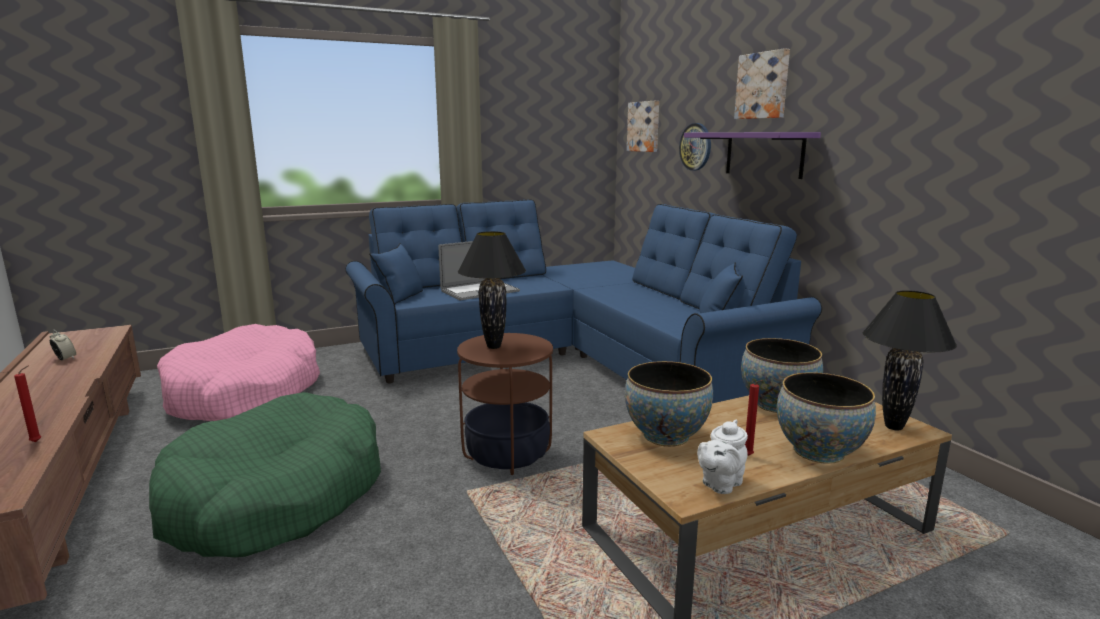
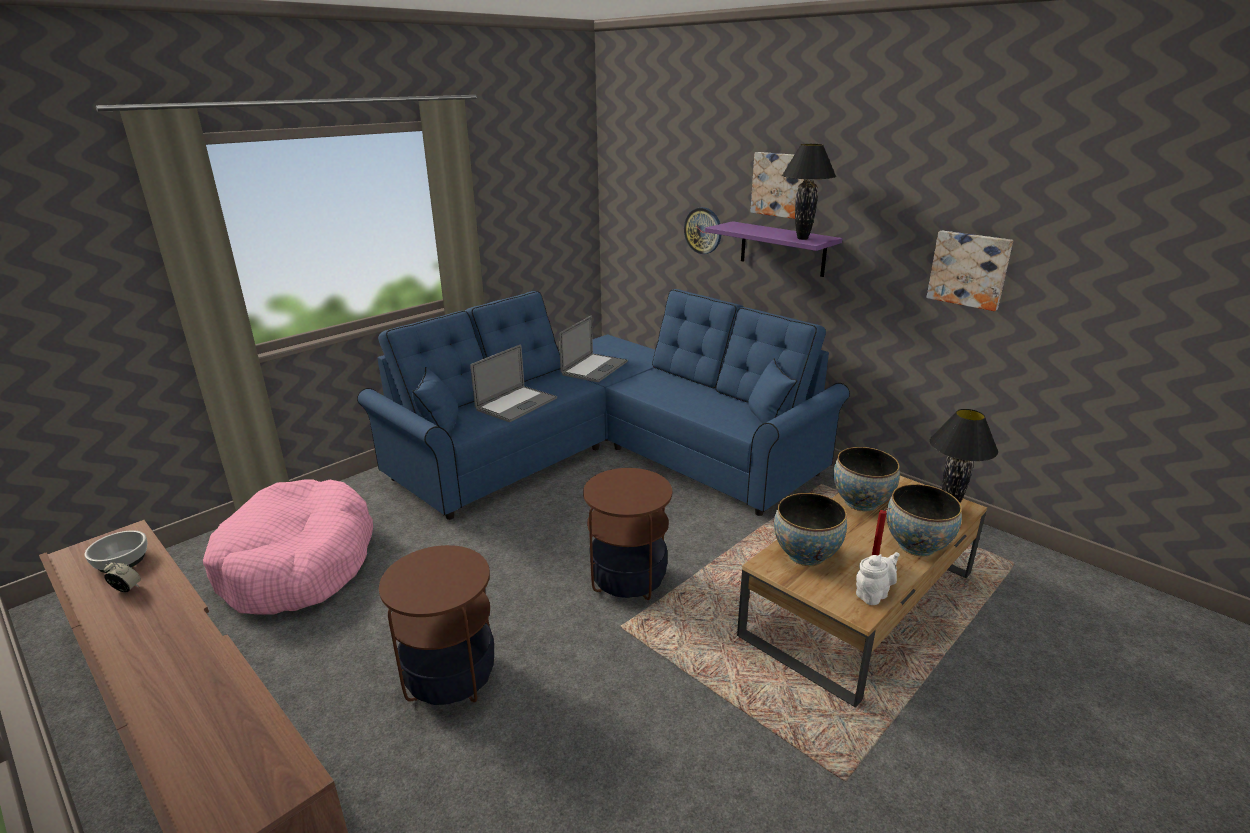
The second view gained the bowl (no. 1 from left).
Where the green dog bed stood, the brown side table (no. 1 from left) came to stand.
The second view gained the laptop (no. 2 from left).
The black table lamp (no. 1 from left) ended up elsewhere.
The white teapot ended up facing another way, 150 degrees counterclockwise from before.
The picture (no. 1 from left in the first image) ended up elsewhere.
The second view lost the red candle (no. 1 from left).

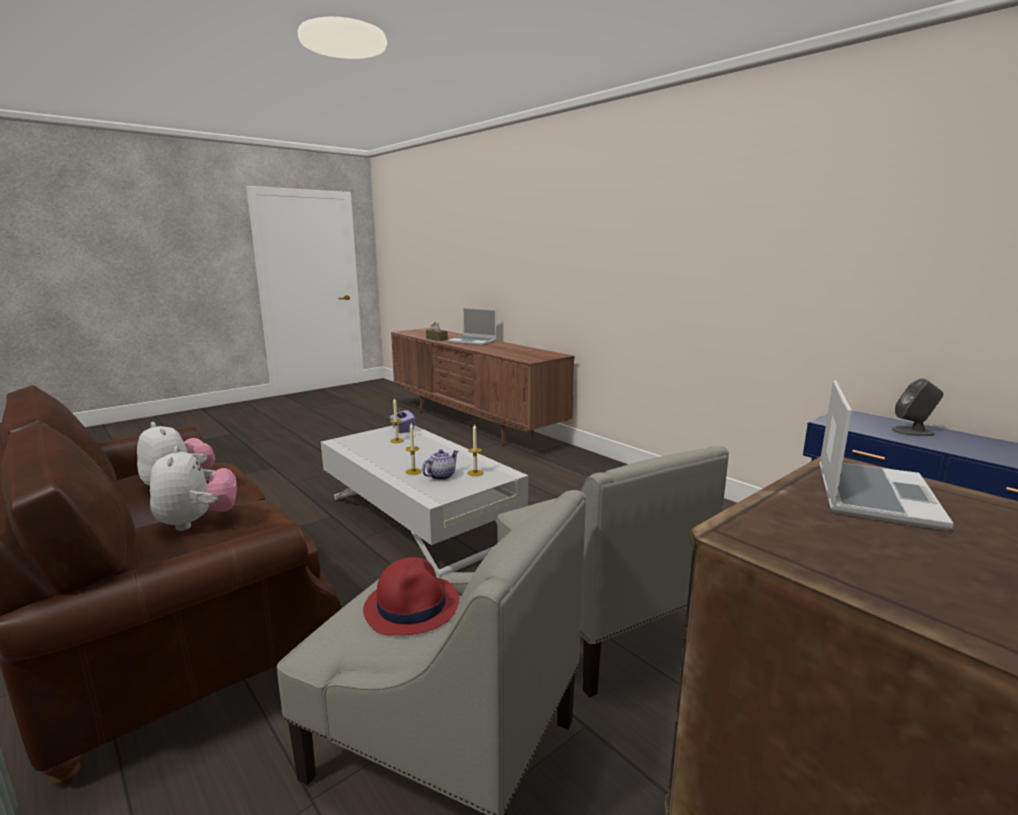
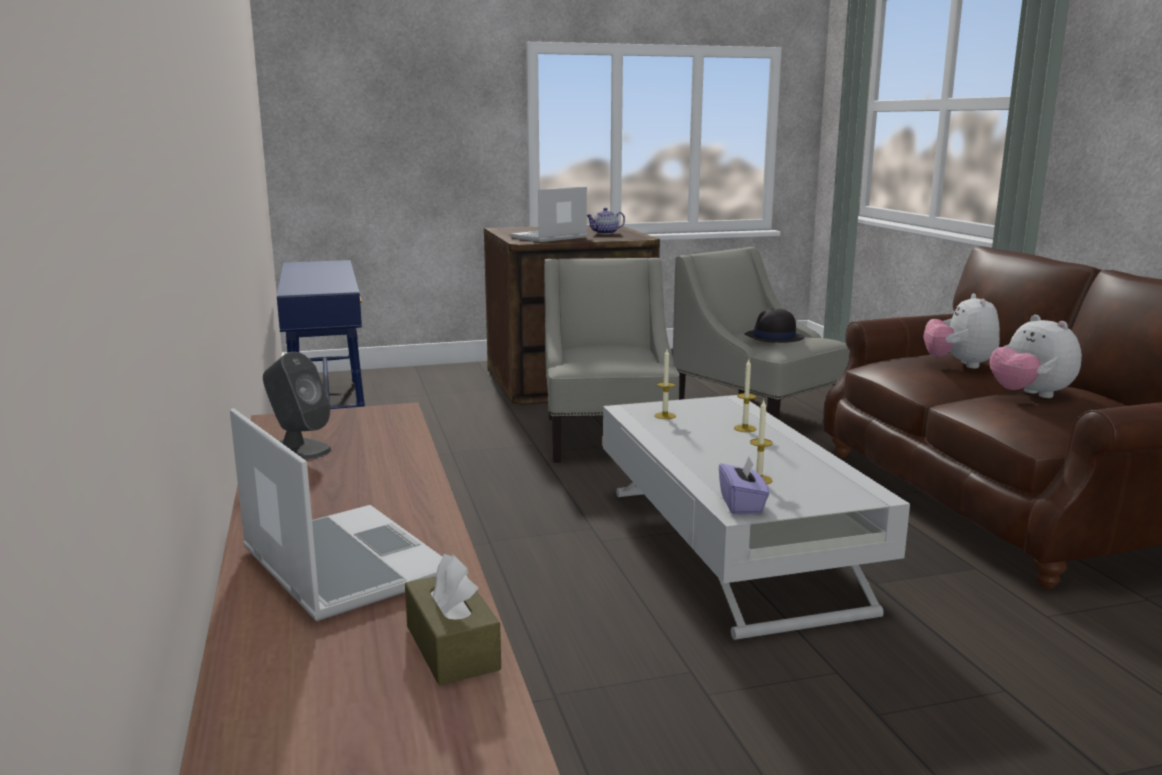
The grey speaker ended up elsewhere.
The teapot ended up elsewhere.
What was the red hat turned into the black hat.

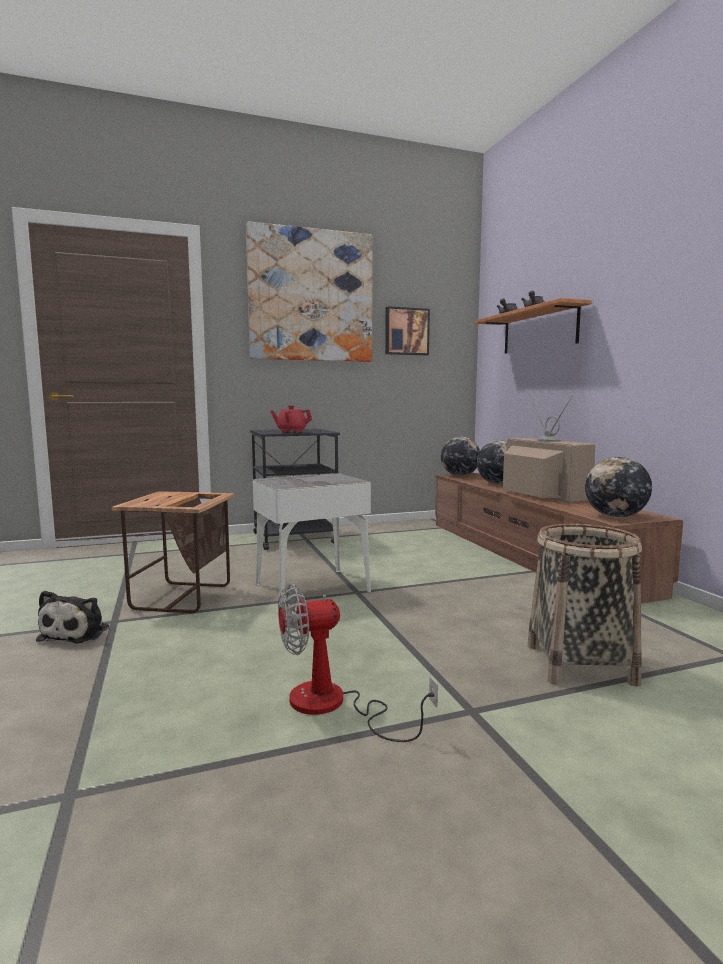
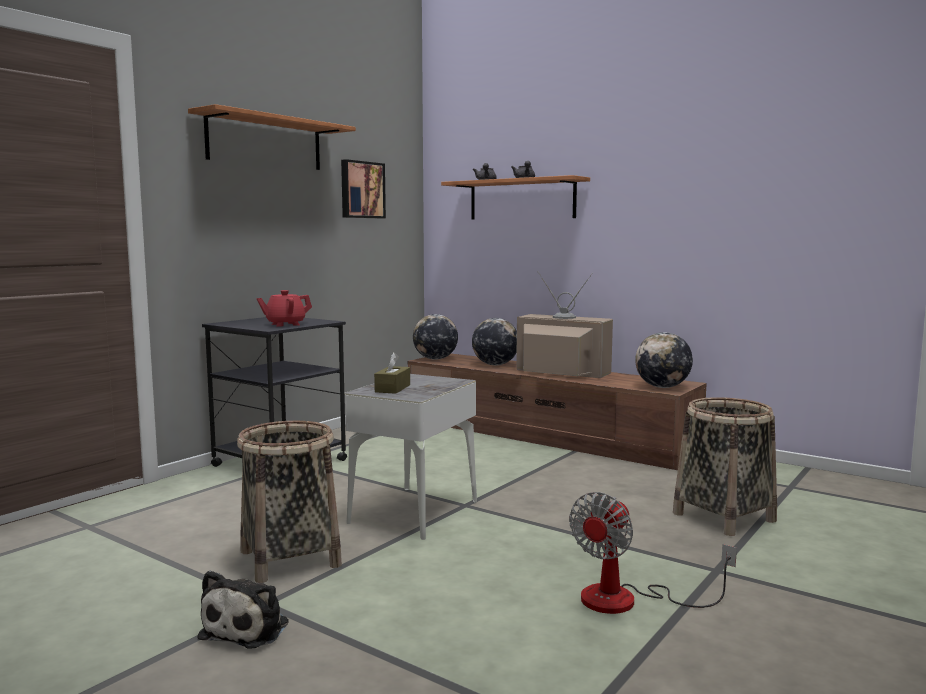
Where the picture (no. 1 from left) hung, the shelf (no. 1 from left) came to hang.
The plush toy ended up facing another way, 45 degrees clockwise from before.
Where the side table (no. 1 from left) stood, the basket (no. 1 from left) came to stand.
The second view gained the brown tissue box.

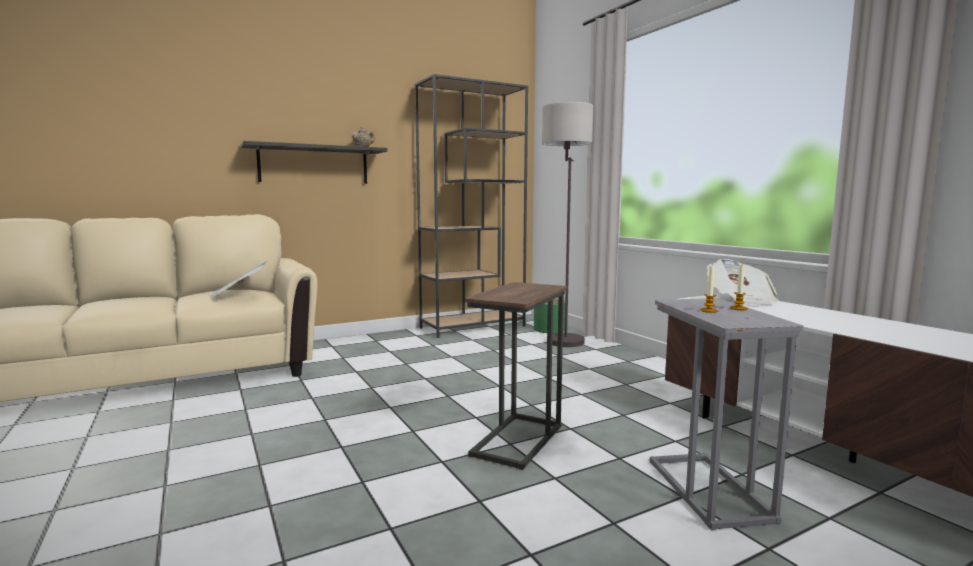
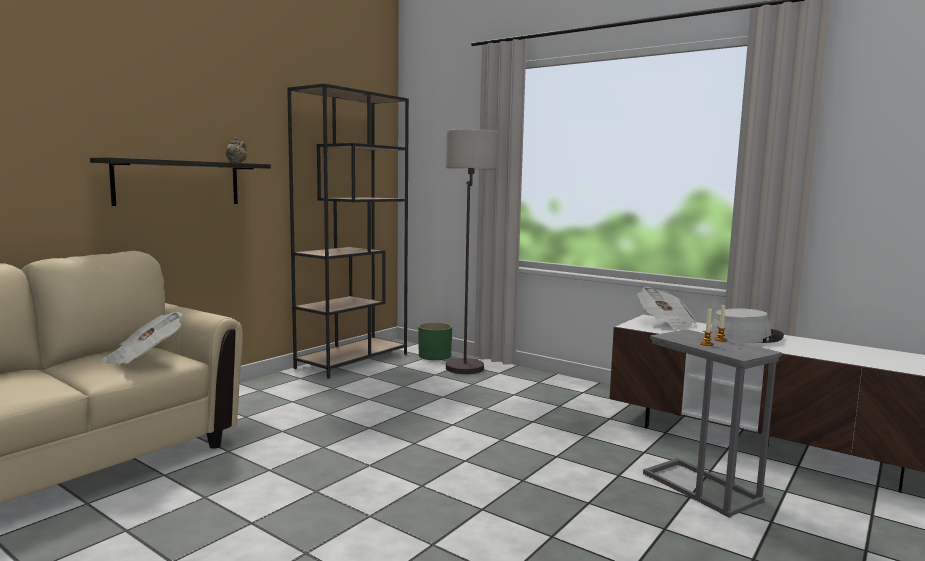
The second view gained the grey hat.
The second view lost the brown side table.

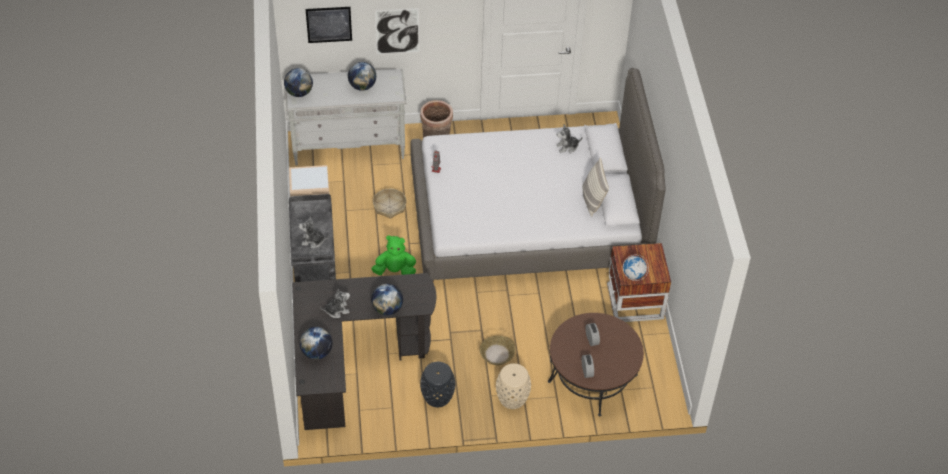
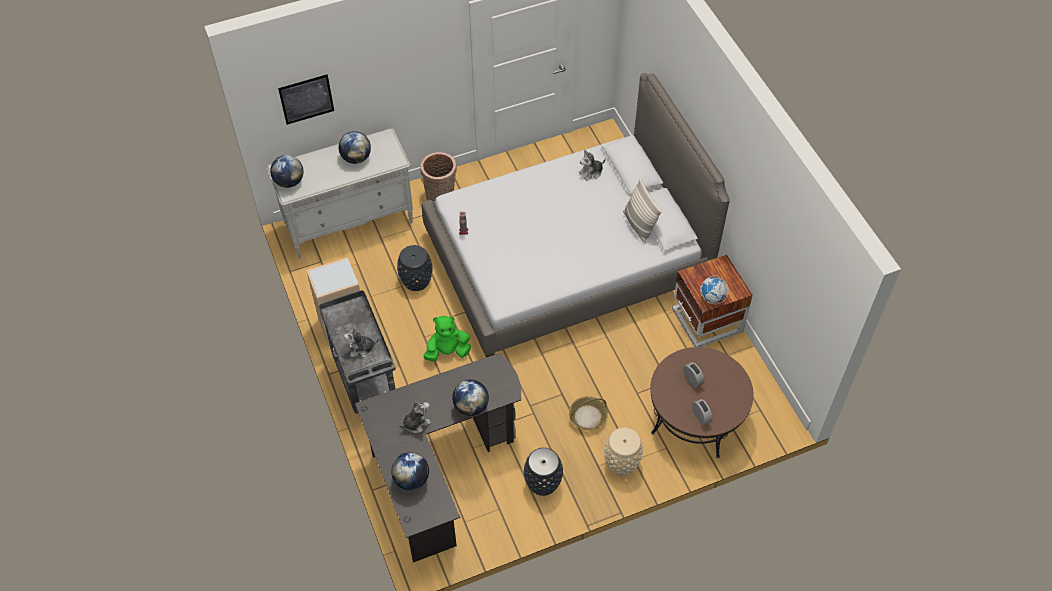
Where the basket (no. 1 from left) stood, the black stool (no. 1 from left) came to stand.
The second view lost the picture (no. 2 from left).

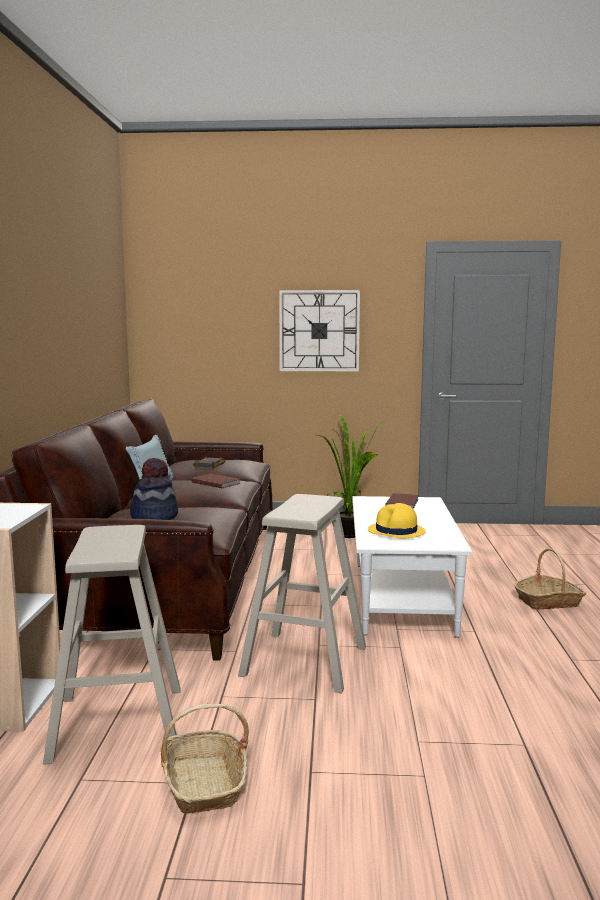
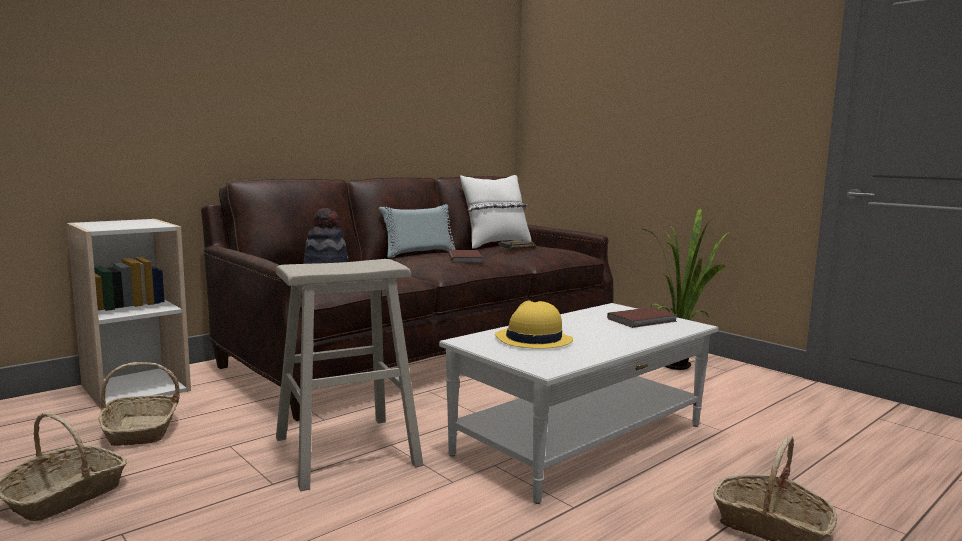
Where the beige stool (no. 1 from left) stood, the basket (no. 2 from left) came to stand.
The second view gained the white pillow.
The second view lost the wall clock.

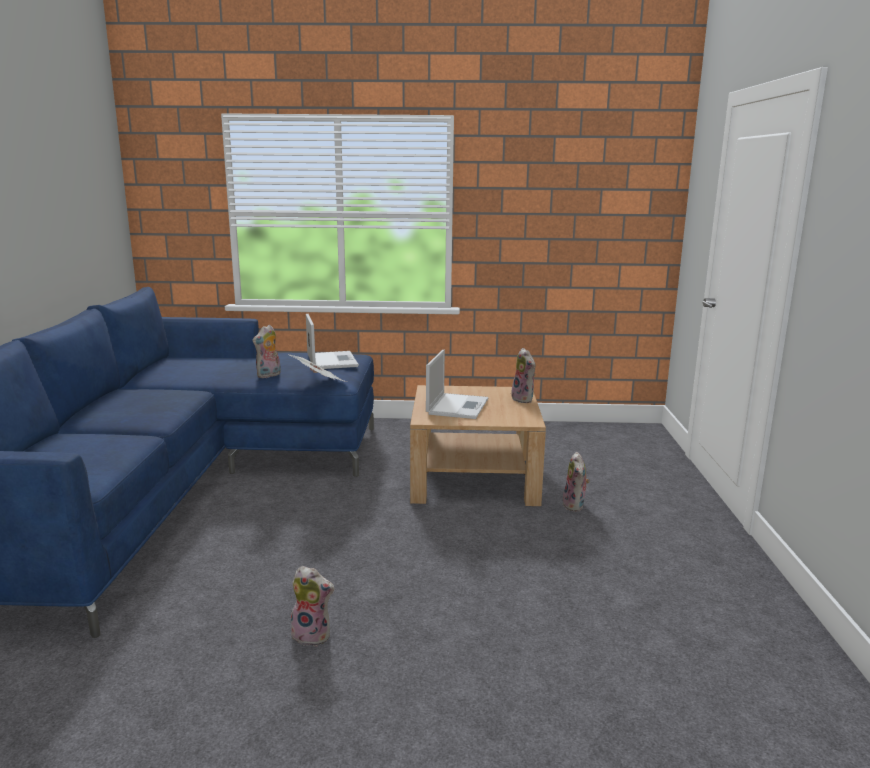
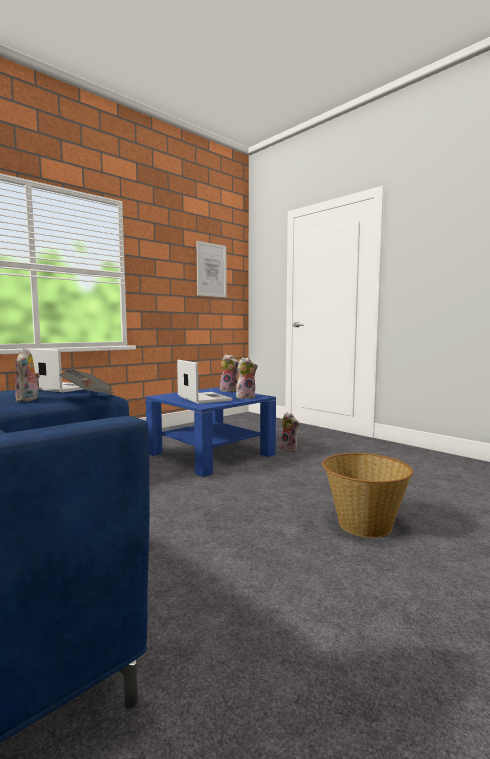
What was the brown coffee table turned into the blue coffee table.
The second view gained the picture.
The plush toy (no. 2 from left in the first image) ended up elsewhere.
The second view gained the basket.

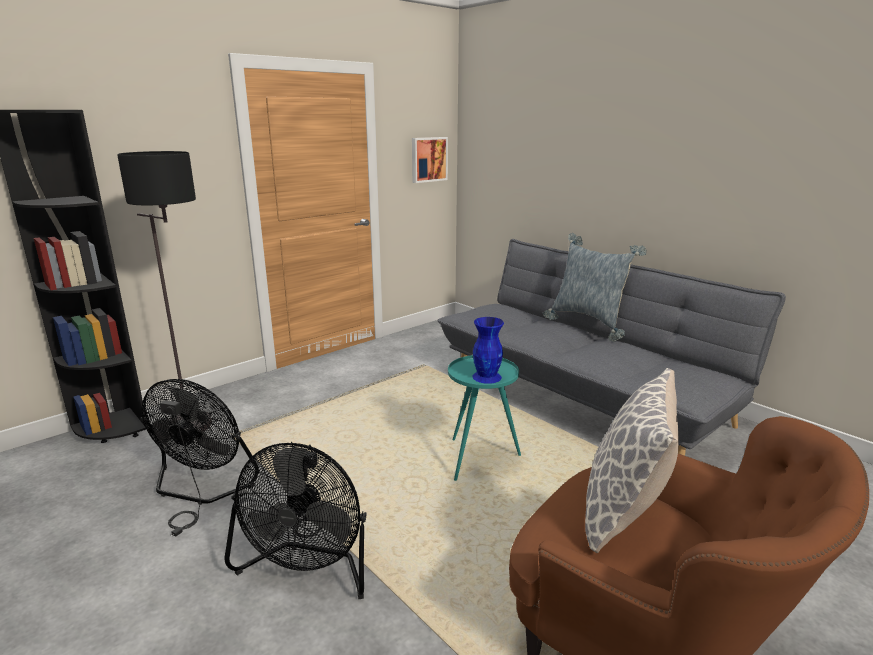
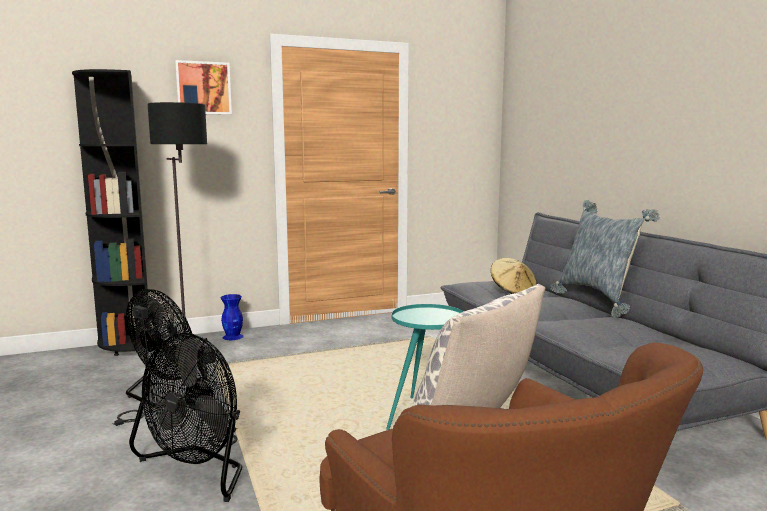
The picture ended up elsewhere.
The blue vase ended up elsewhere.
The second view gained the beige hat.

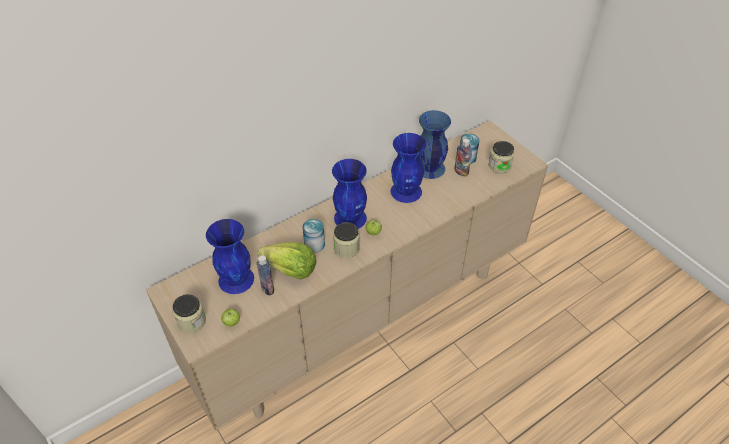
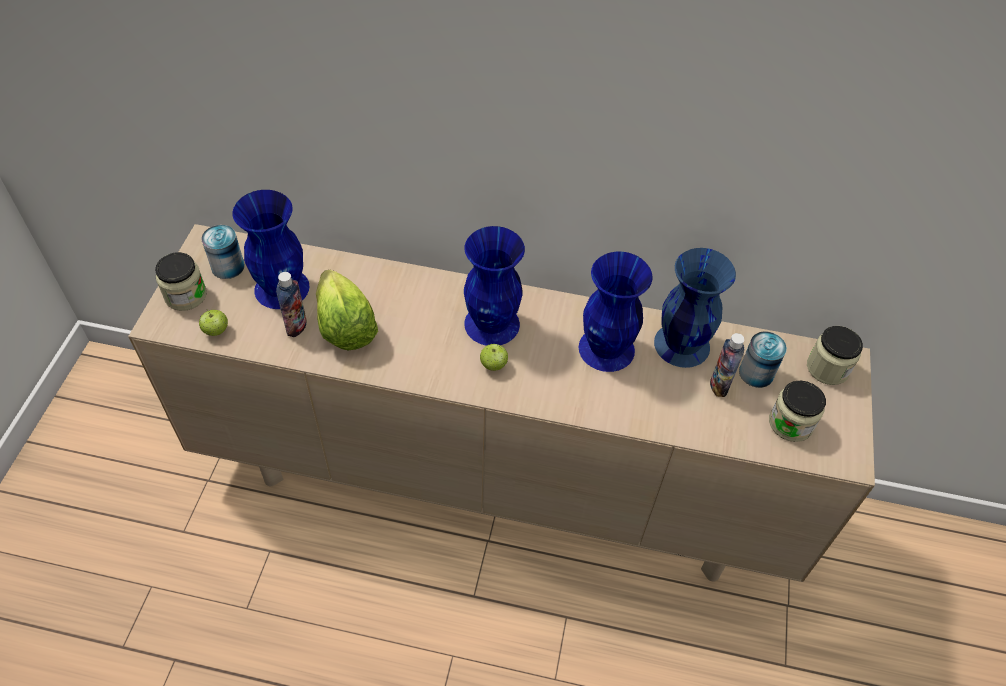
The can (no. 1 from left) ended up elsewhere.
The jar (no. 2 from left in the first image) ended up elsewhere.

